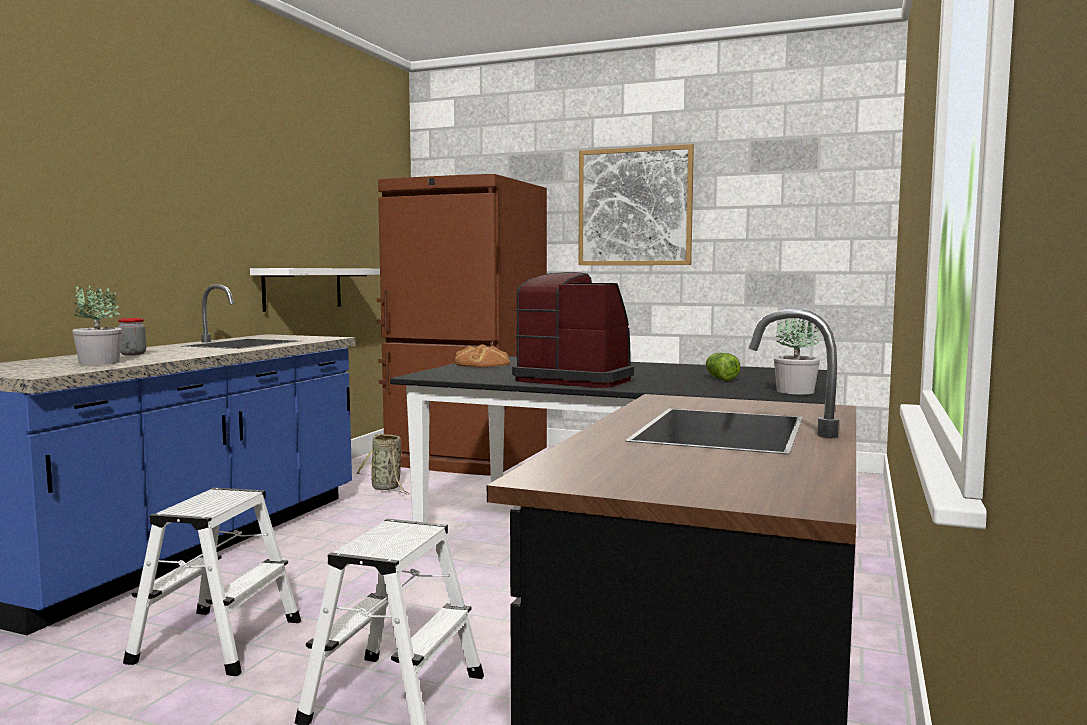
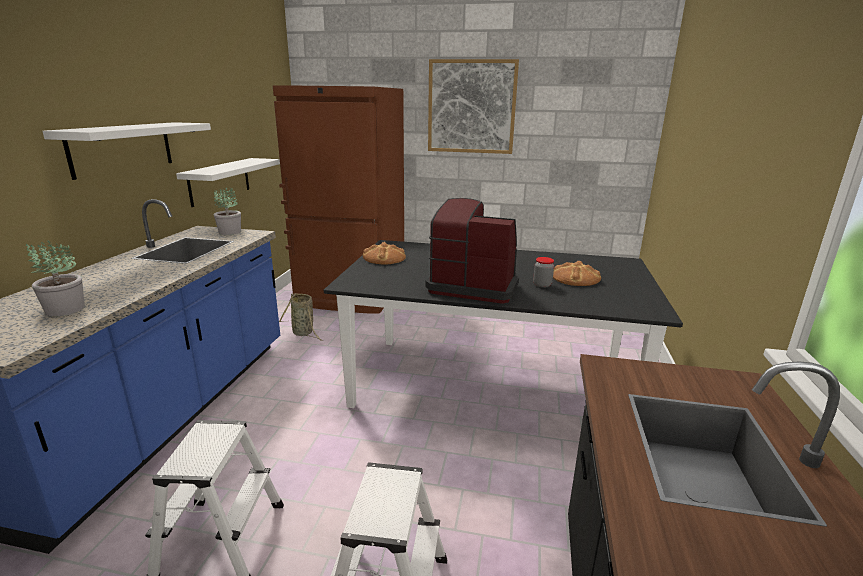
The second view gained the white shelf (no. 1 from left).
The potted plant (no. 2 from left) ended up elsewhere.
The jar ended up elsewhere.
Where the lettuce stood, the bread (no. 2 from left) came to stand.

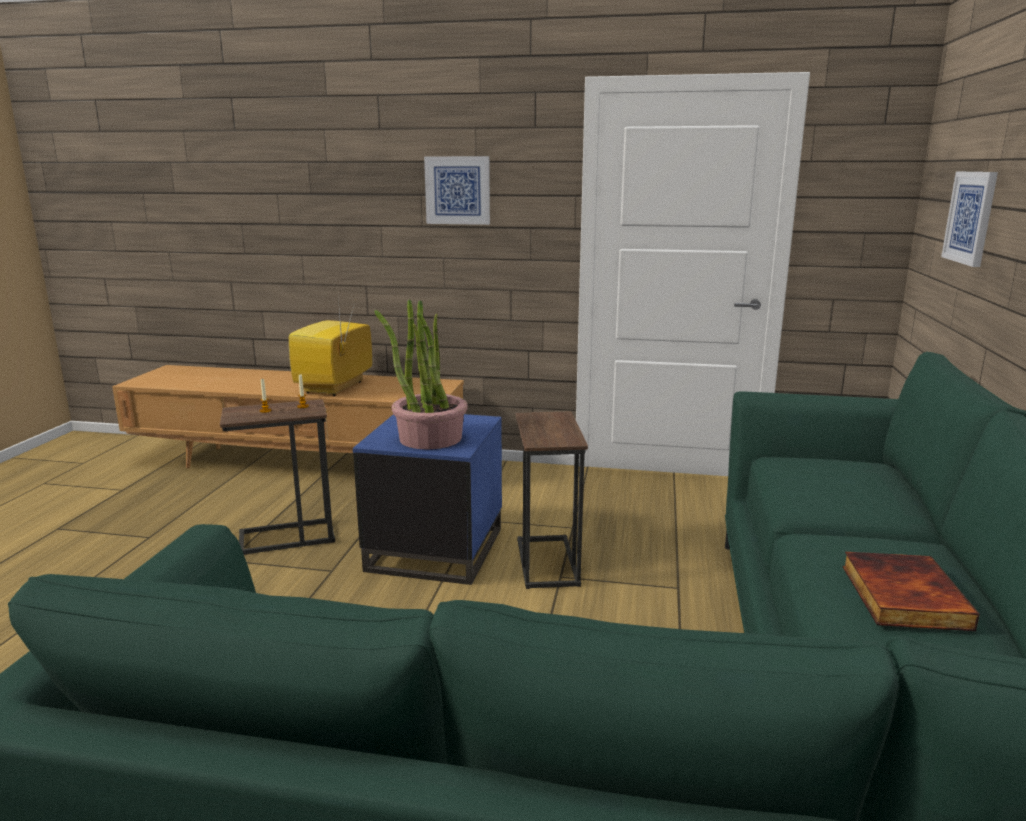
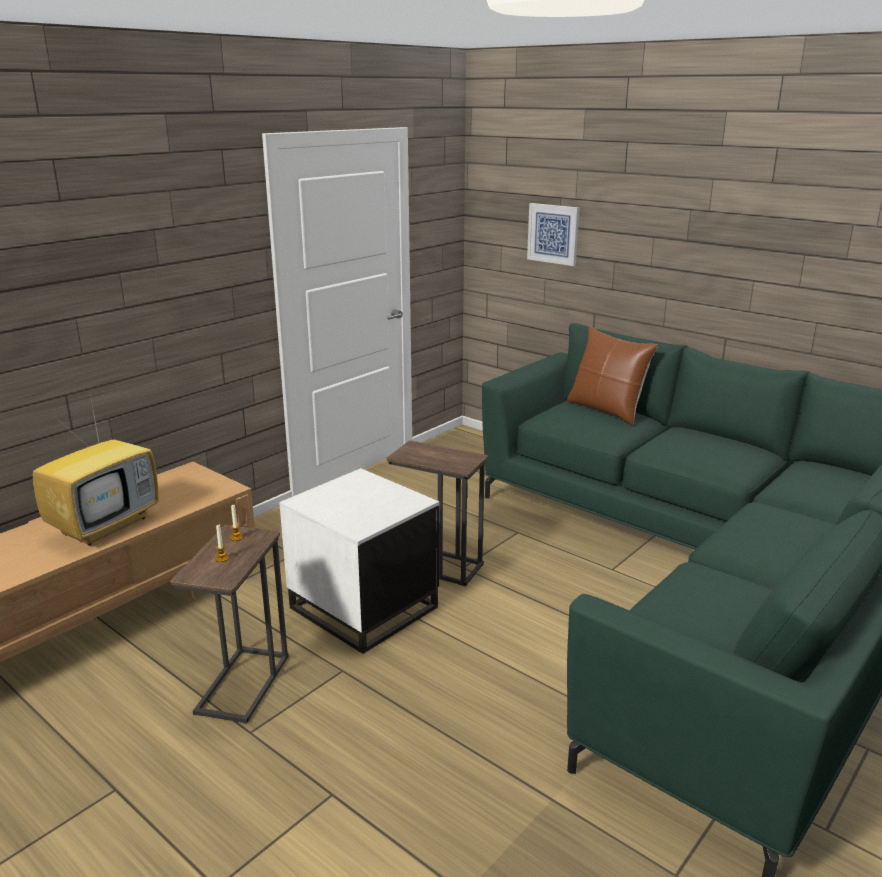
The television ended up facing another way, 105 degrees counterclockwise from before.
What was the blue side table turned into the white side table.
The second view gained the brown pillow.
The second view lost the potted plant.
The second view lost the picture (no. 1 from left).
The second view lost the book.

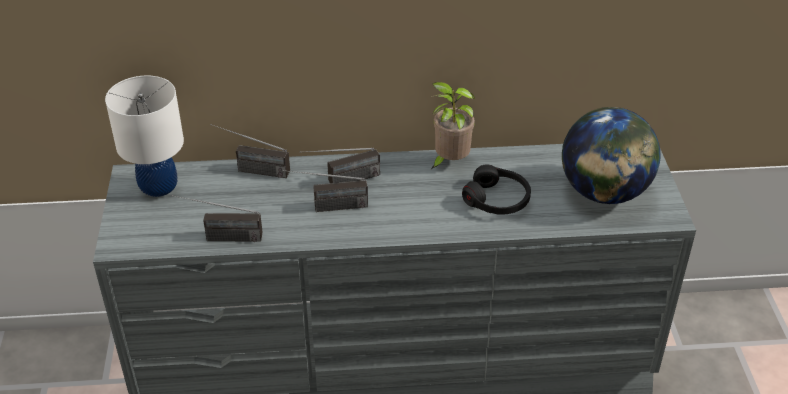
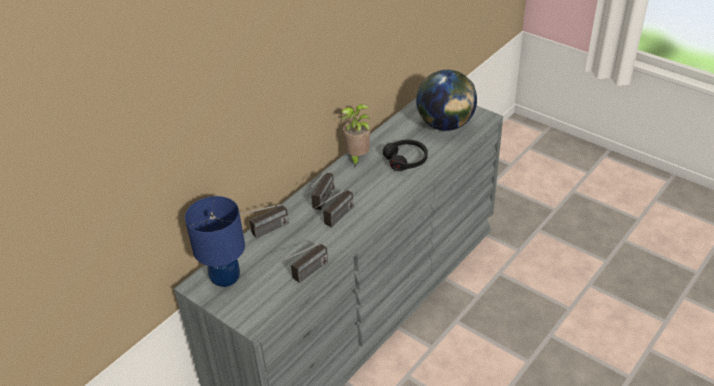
What was the white table lamp turned into the blue table lamp.

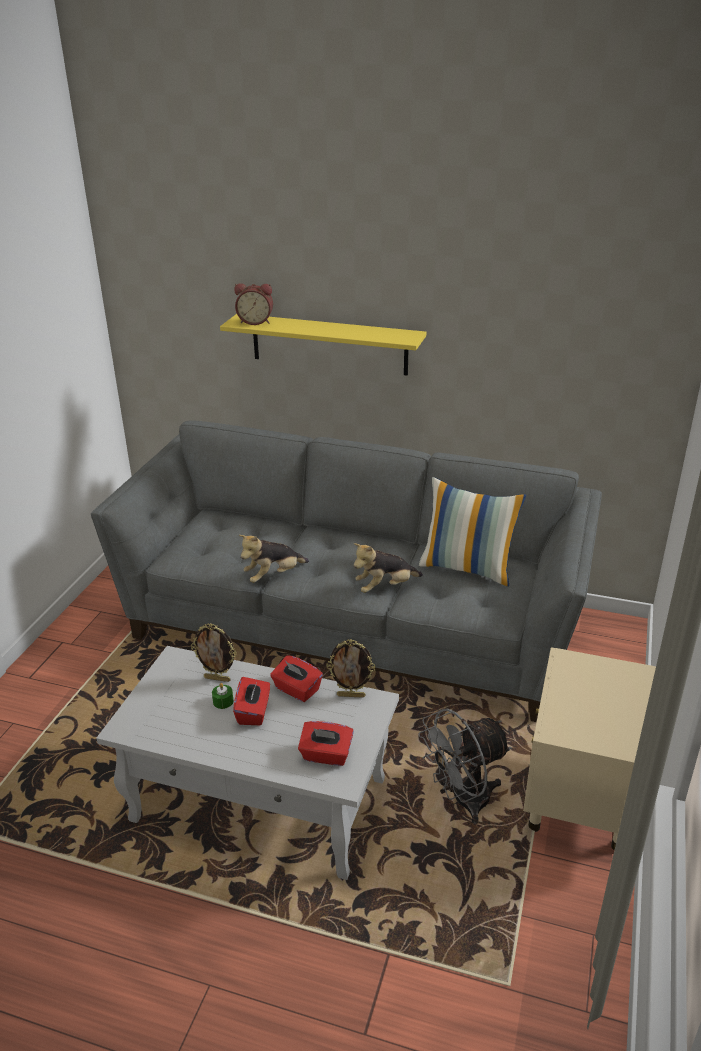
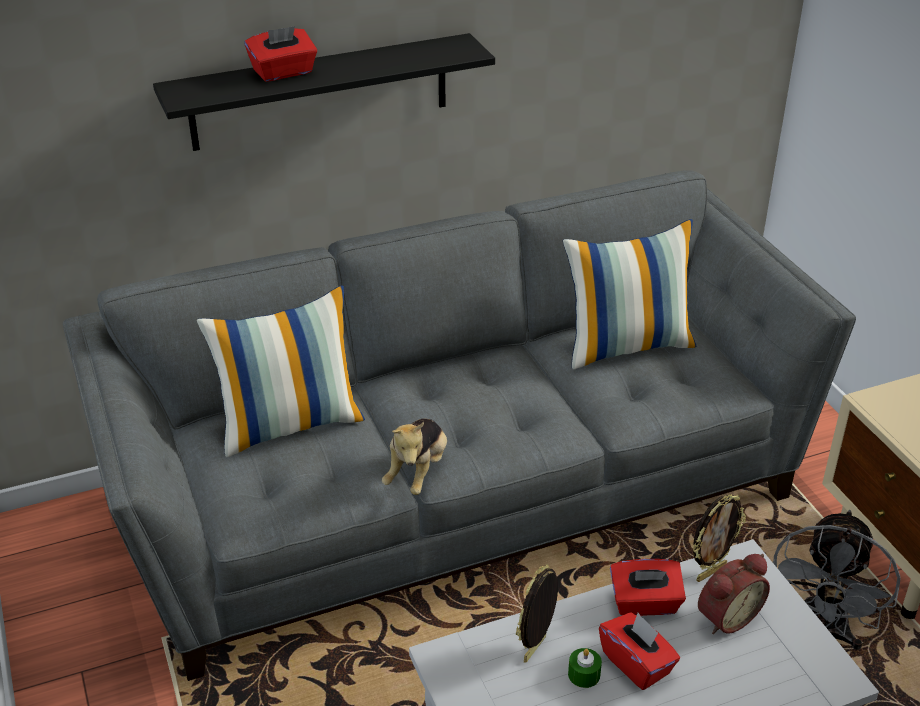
What was the yellow shelf turned into the black shelf.
The second view gained the pillow (no. 1 from left).
The red tissue box (no. 3 from left in the first image) ended up elsewhere.
The picture frame (no. 1 from left) ended up facing another way, 150 degrees clockwise from before.
The alarm clock ended up elsewhere.
The second view lost the plush toy (no. 2 from left).

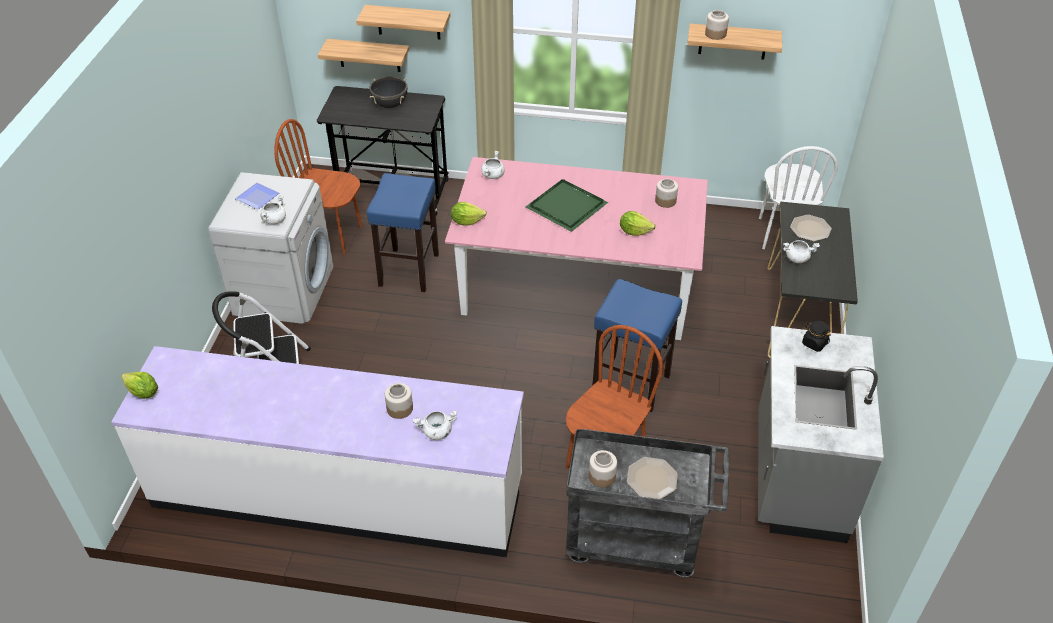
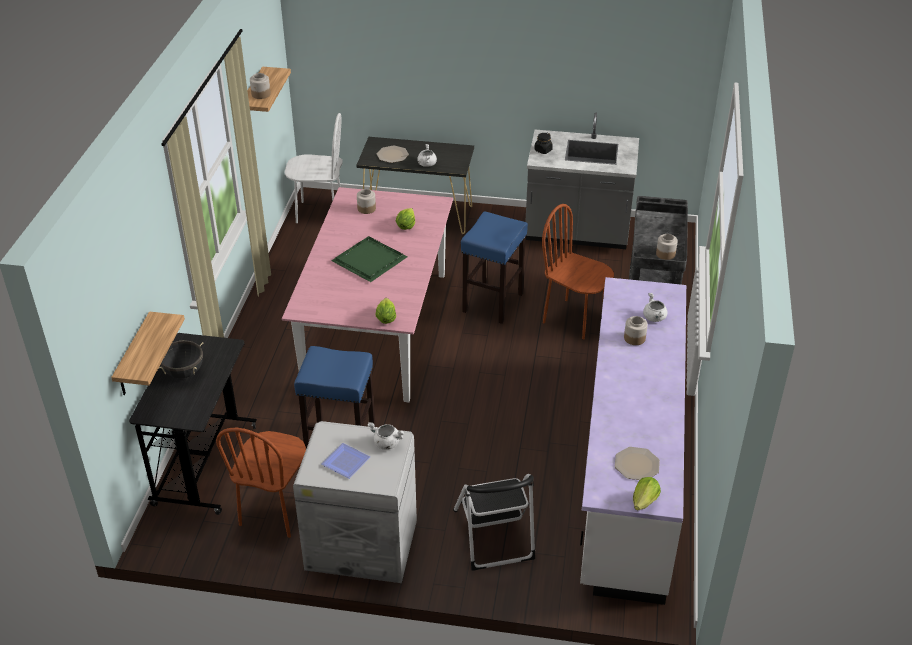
The plate (no. 2 from left in the first image) ended up elsewhere.
The second view lost the shelf (no. 2 from left).
The second view lost the white cooking pot (no. 3 from left).

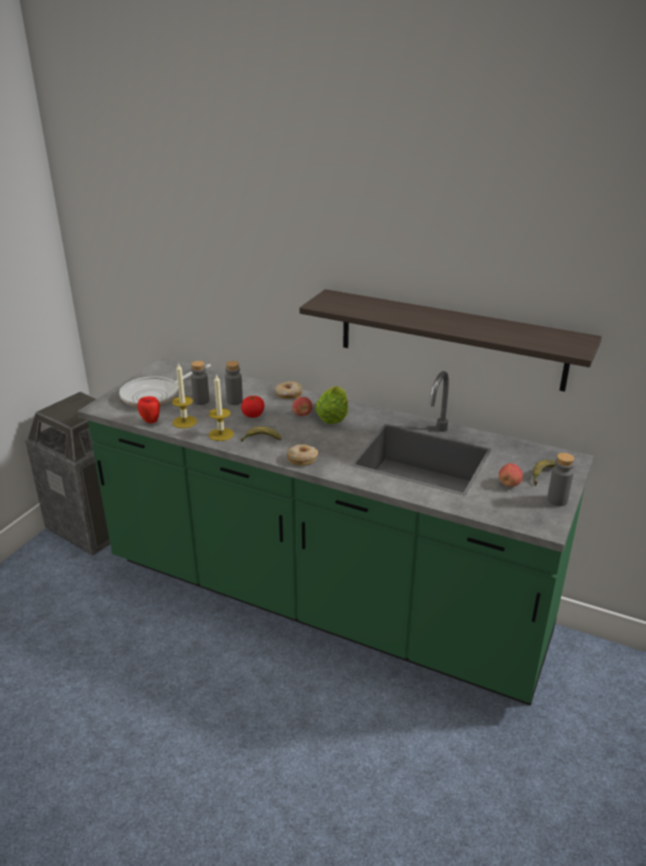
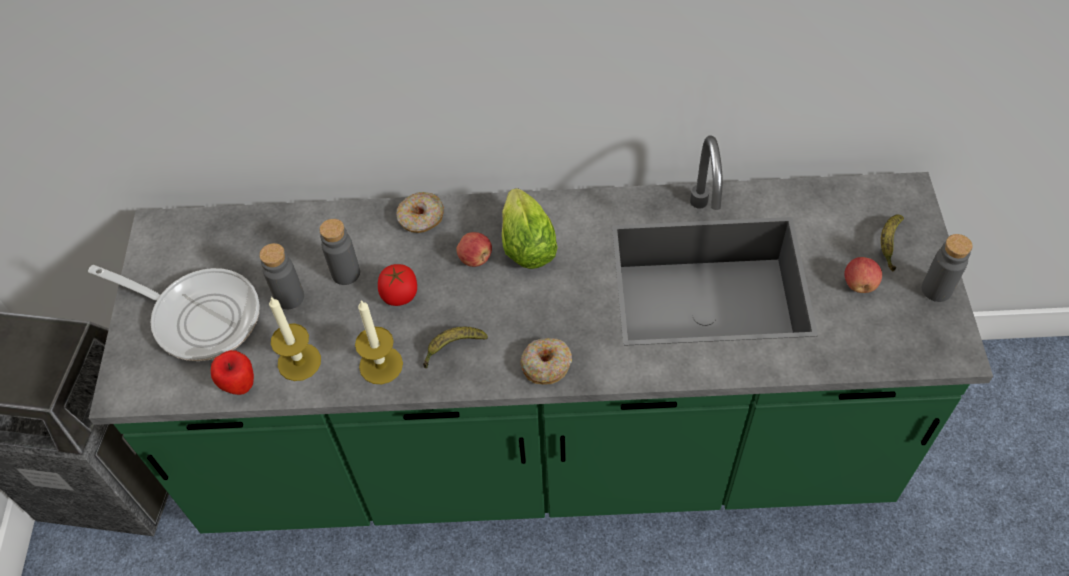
The frying pan ended up facing another way, 90 degrees counterclockwise from before.
The second view lost the shelf.

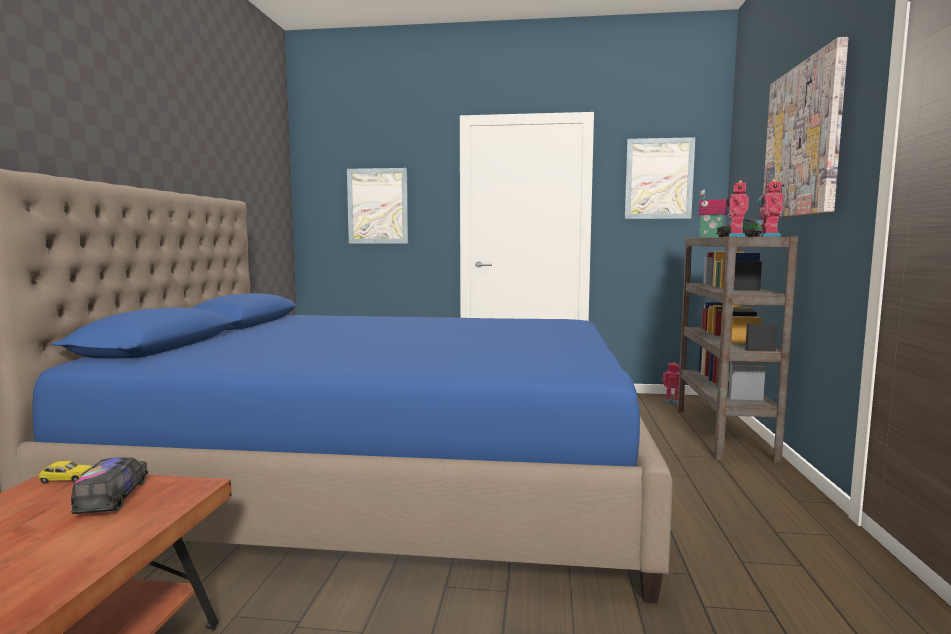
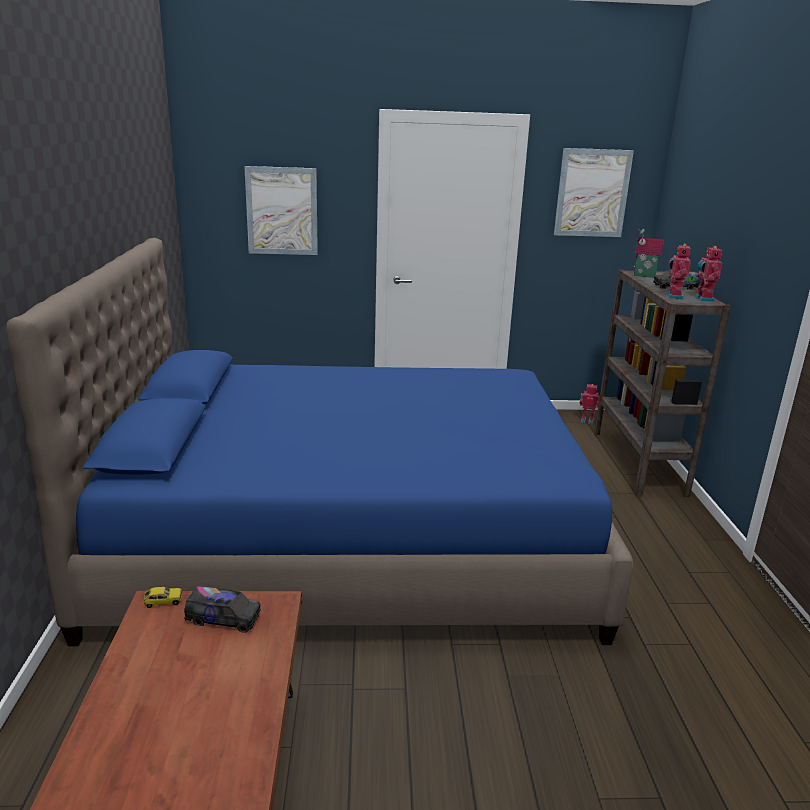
The toy truck (no. 1 from left) ended up facing another way, 120 degrees clockwise from before.
The second view lost the picture (no. 3 from left).

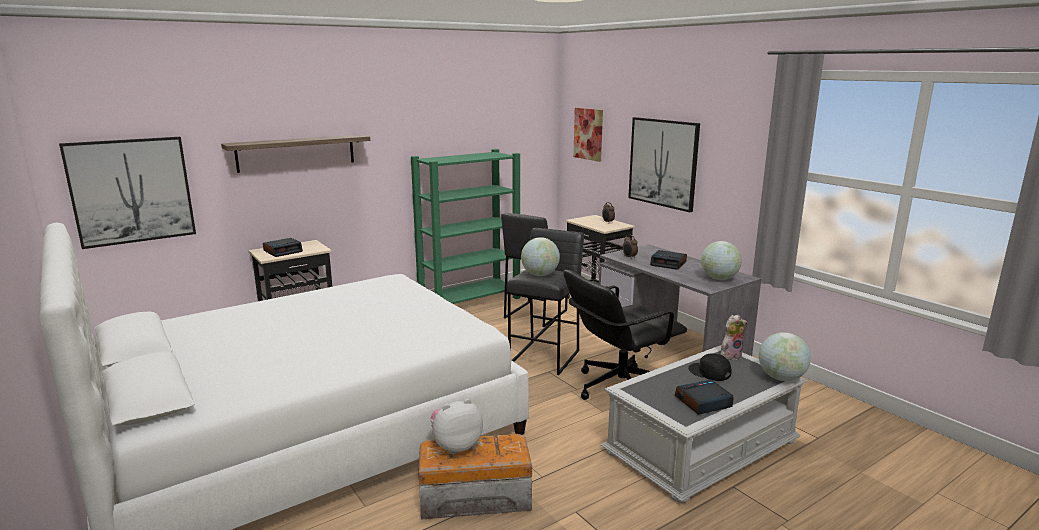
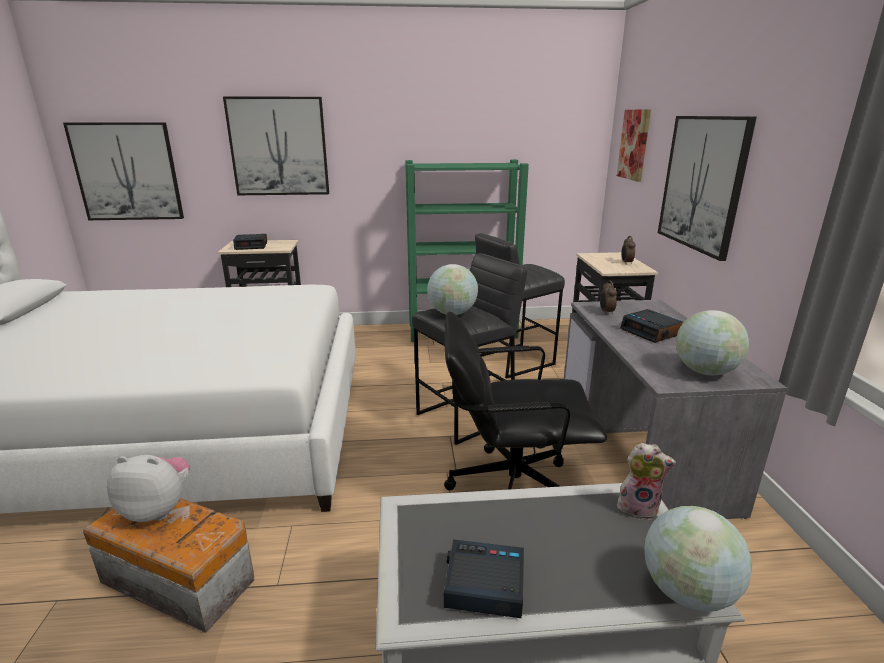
Where the shelf hung, the picture (no. 2 from left) came to hang.
The second view lost the black cap.

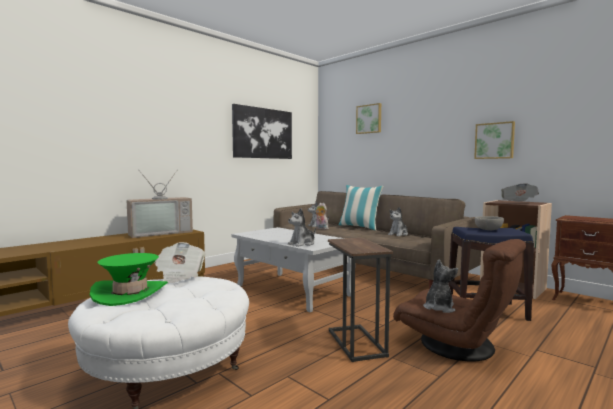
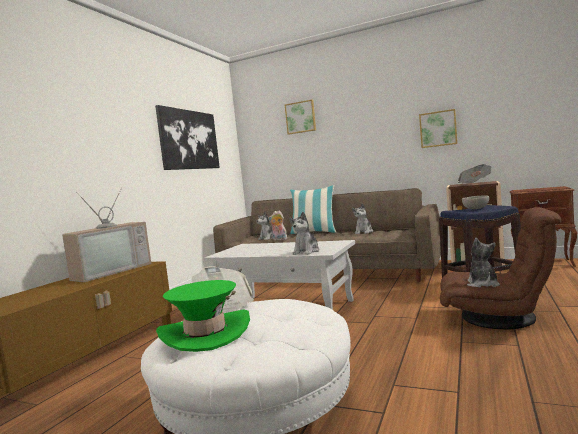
The second view lost the brown side table.

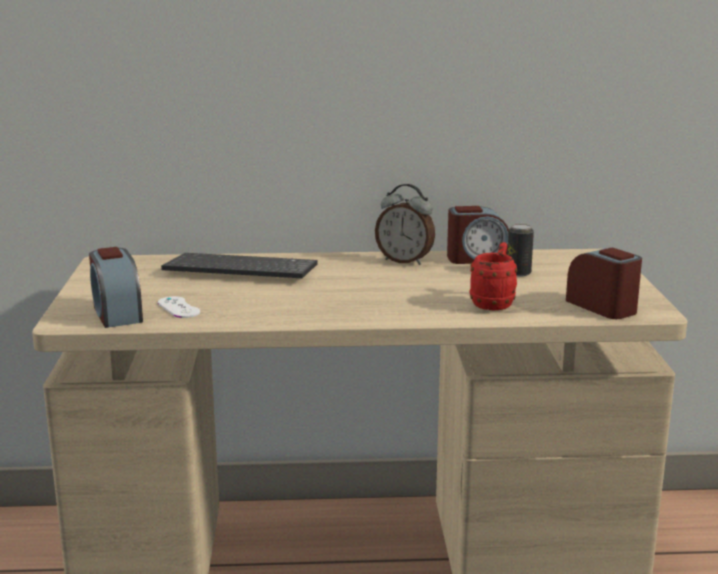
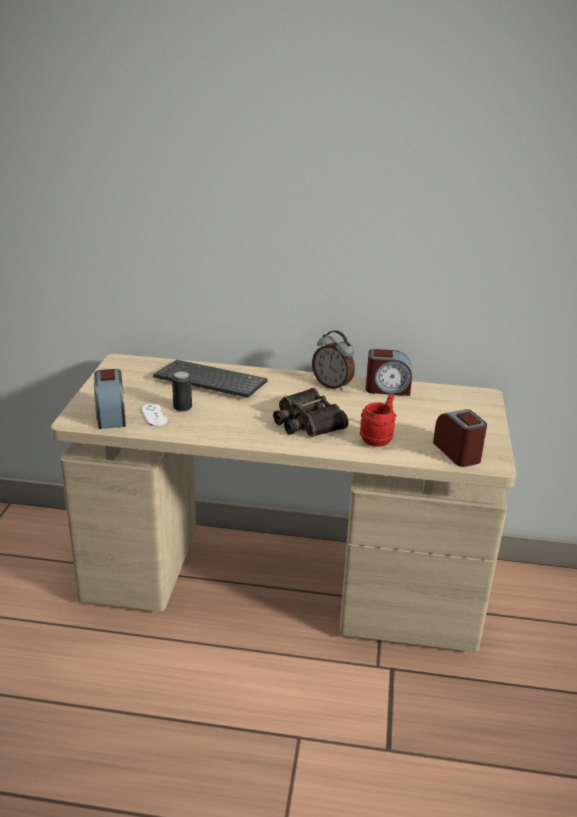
The can ended up elsewhere.
The second view gained the binoculars.

